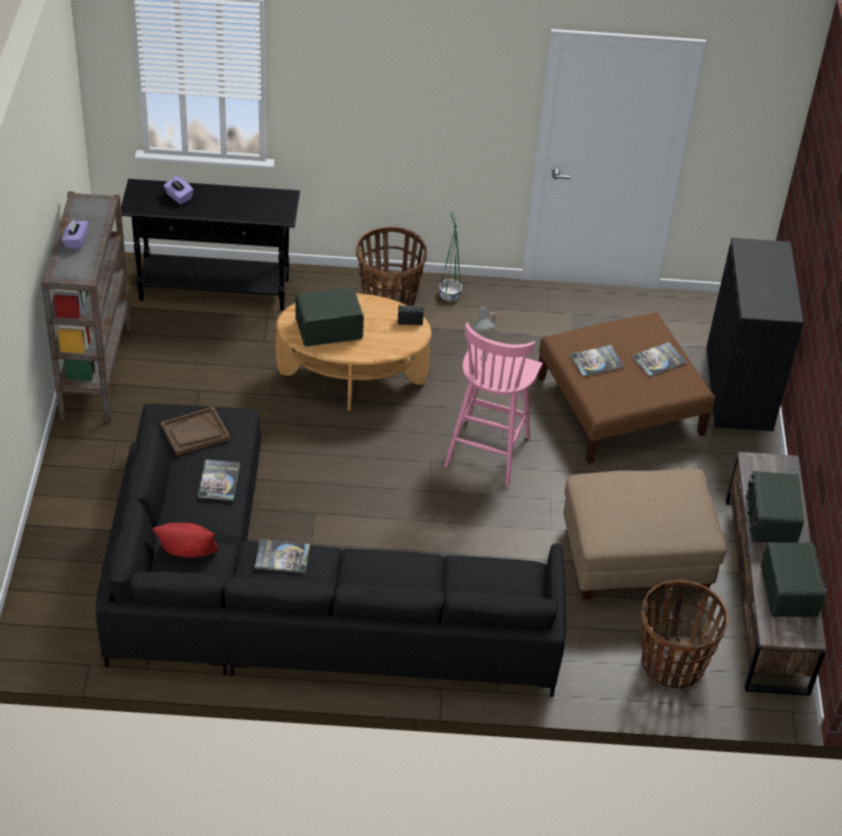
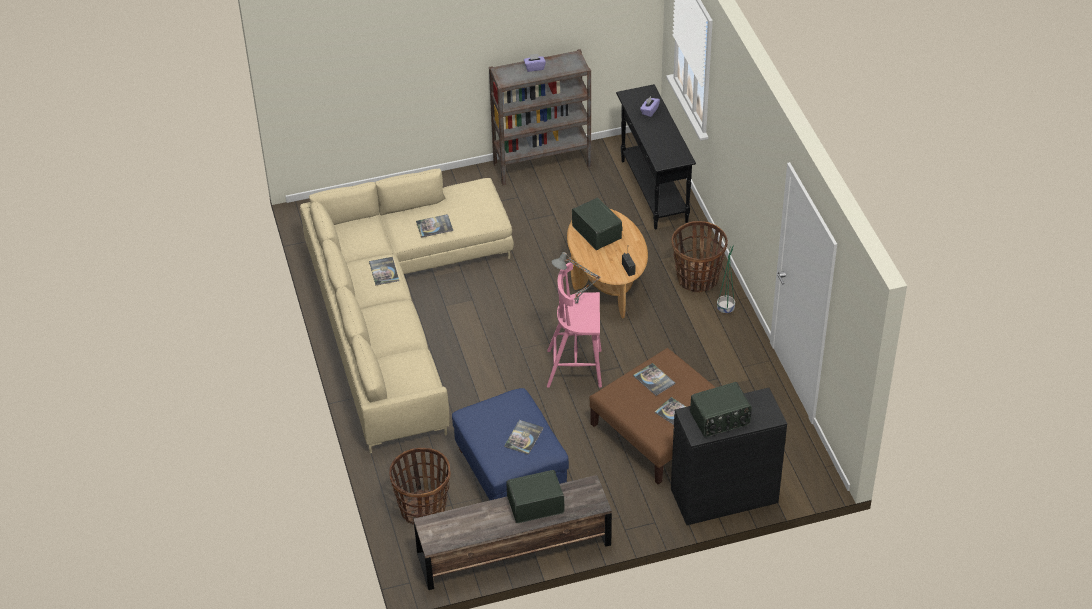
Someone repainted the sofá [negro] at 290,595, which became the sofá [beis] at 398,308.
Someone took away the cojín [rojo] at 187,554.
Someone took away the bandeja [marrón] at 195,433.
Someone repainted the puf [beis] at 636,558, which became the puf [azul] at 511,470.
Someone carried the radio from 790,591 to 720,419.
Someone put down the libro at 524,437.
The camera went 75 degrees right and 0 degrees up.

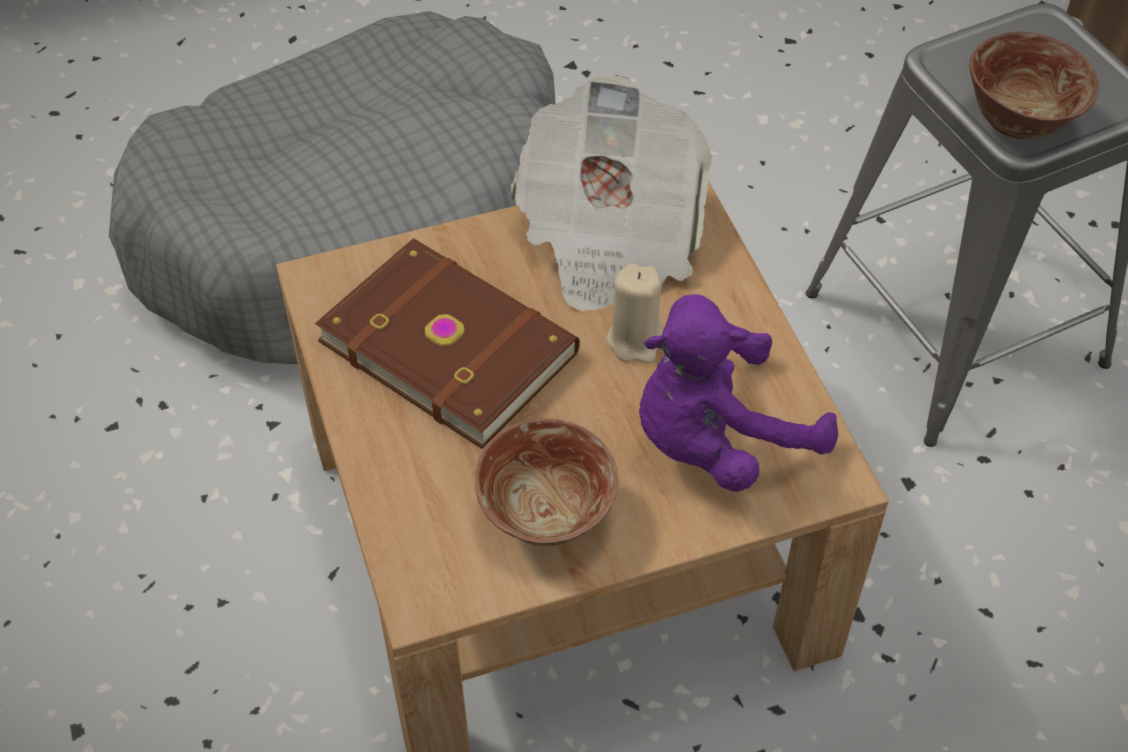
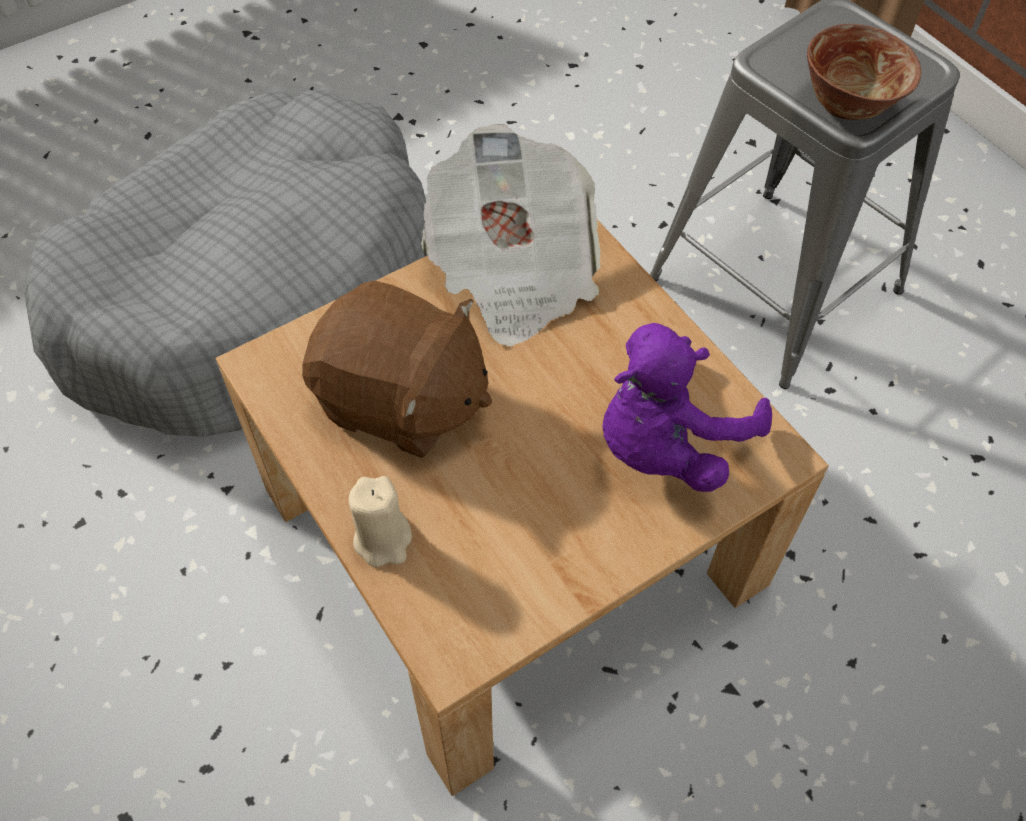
Someone swapped the libro [marrón] at 450,343 for the peluche [marrón] at 401,401.
Someone took away the cuenco at 547,516.
Someone carried the vela [beis] from 635,340 to 383,540.
The camera went 15 degrees left and 5 degrees up.

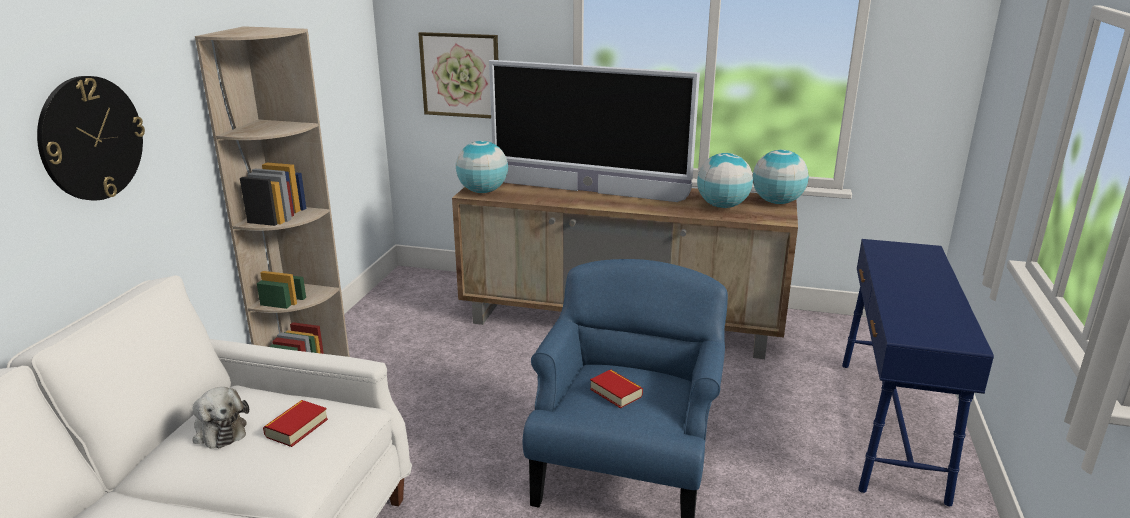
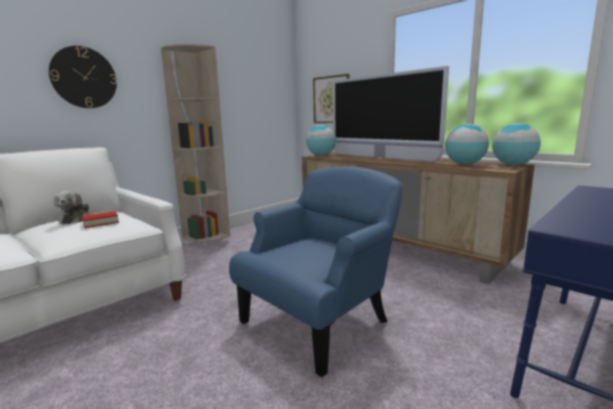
Someone took away the libro at 616,393.
The camera went 30 degrees right and 10 degrees down.

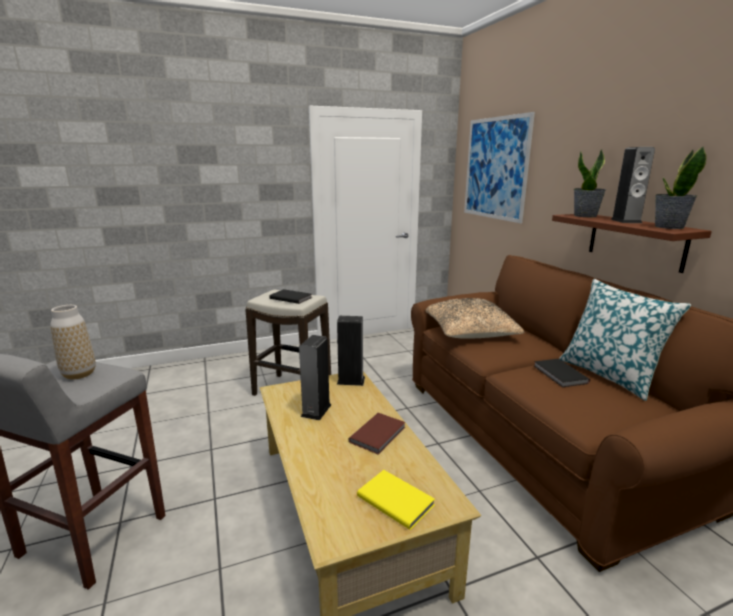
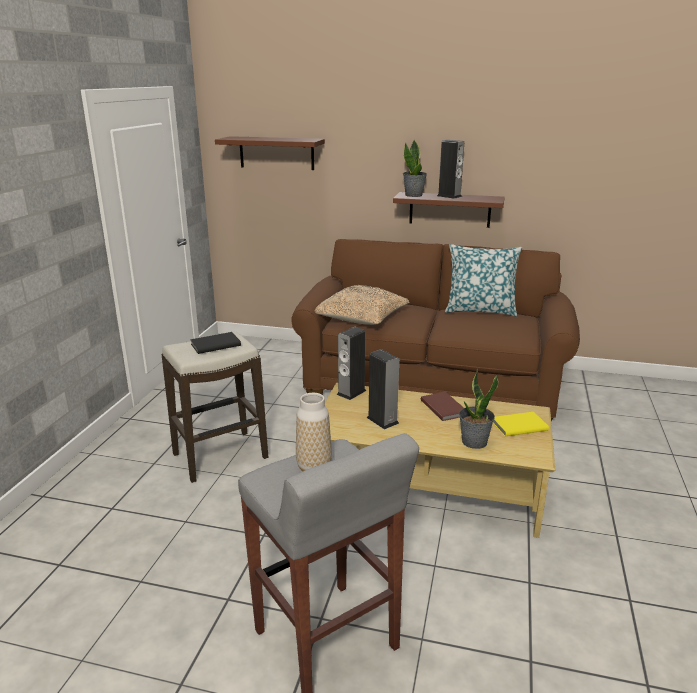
Someone swapped the cuadro at 495,168 for the estante [marrón] at 276,153.
Someone took away the libro [negro] at 559,375.
Someone carried the planta en maceta from 668,227 to 474,442.
The camera went 55 degrees left and 5 degrees up.

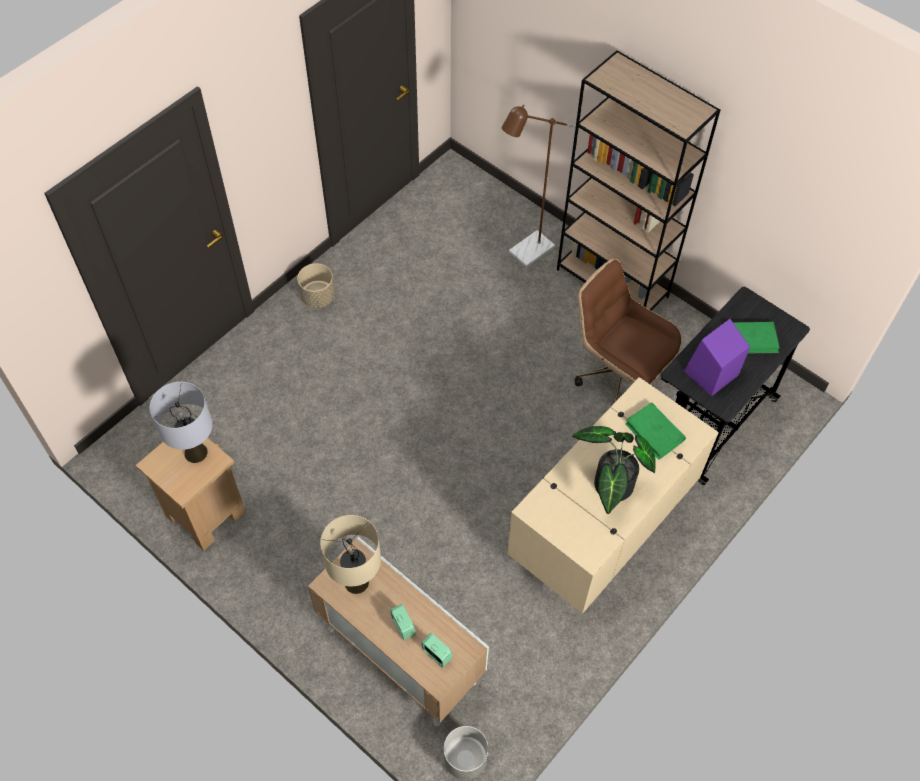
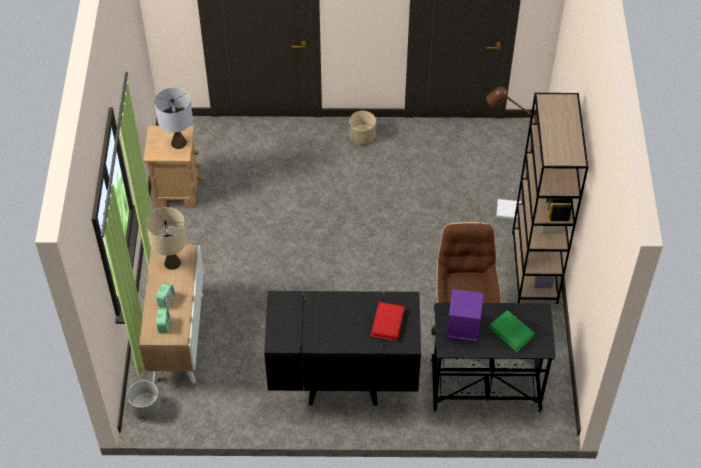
Someone repainted the cómoda [beis] at 599,538, which became the cómoda [negro] at 342,381.
Someone took away the planta en maceta at 610,488.
Someone repainted the libro [verde] at 655,432, which became the libro [rojo] at 387,323.
The camera went 50 degrees right and 5 degrees down.

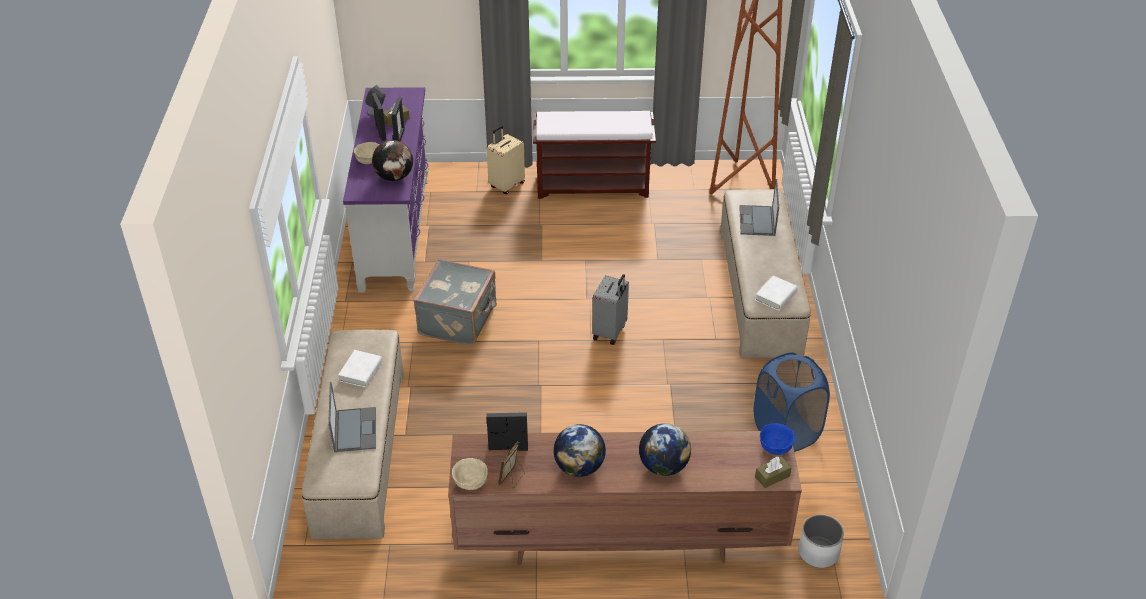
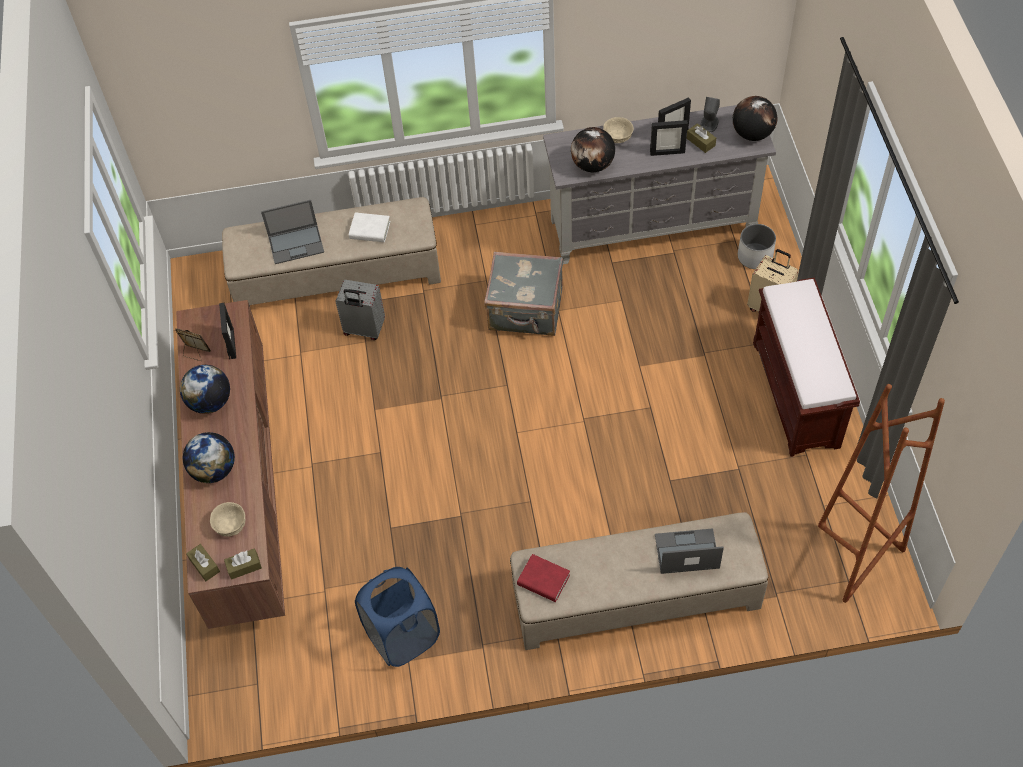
Someone repainted the cómoda [morado] at 396,233, which became the cómoda [gris] at 653,228.
Someone carried the cuenco [beis] from 470,482 to 231,525.
Someone carried the maleta [gris] from 610,332 to 364,330.
Someone repainted the libro [blanco] at 776,296, which became the libro [rojo] at 543,580.
Someone swapped the cuenco [azul] at 776,447 for the caja de pañuelos [marrón] at 244,567.
Someone carried the maceta [blanco] from 818,552 to 755,256.
Someone put down the globo terráqueo at 752,134.
The camera went 85 degrees right and 15 degrees up.

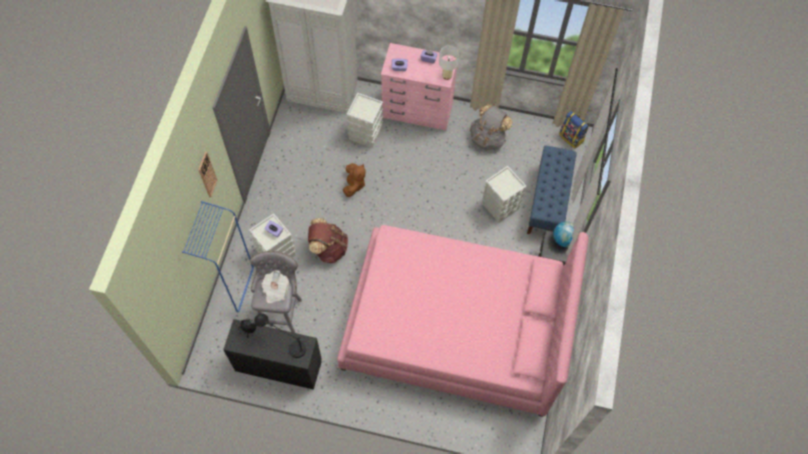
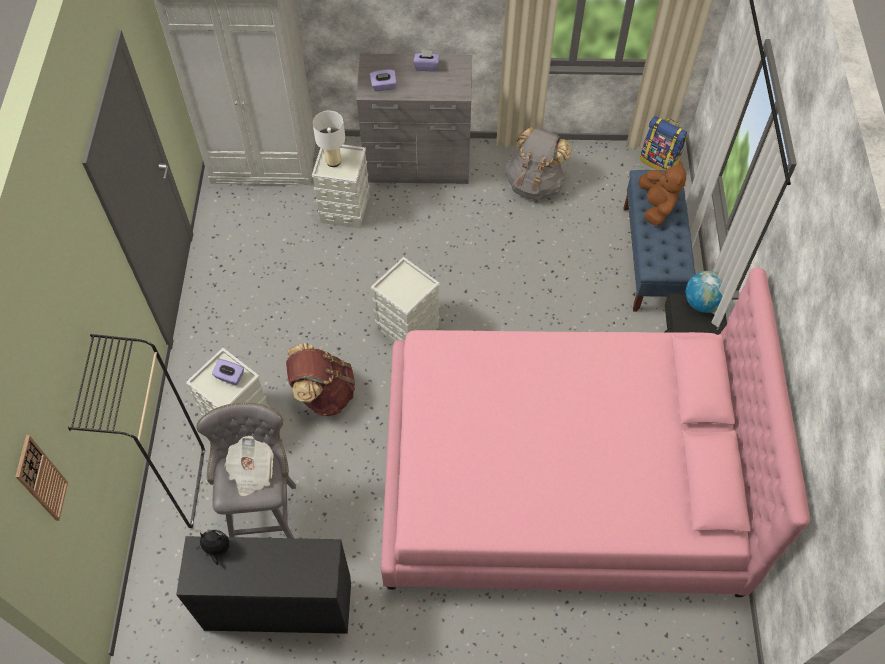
Someone repainted the perchero [azul] at 232,286, which became the perchero [negro] at 174,487.
Someone carried the reloj de pared from 207,174 to 41,479.
Someone took away the lámpara de mesa [negro] at 284,342.
Someone carried the peluche [marrón] from 354,184 to 656,206.
Someone repainted the cómoda [rosa] at 417,111, which became the cómoda [gris] at 418,164.
Someone carried the lámpara de mesa [blanco] from 447,76 to 333,162.
Someone carried the caja de almacenaje [gris] from 500,206 to 408,328.
The camera went 10 degrees left and 5 degrees down.

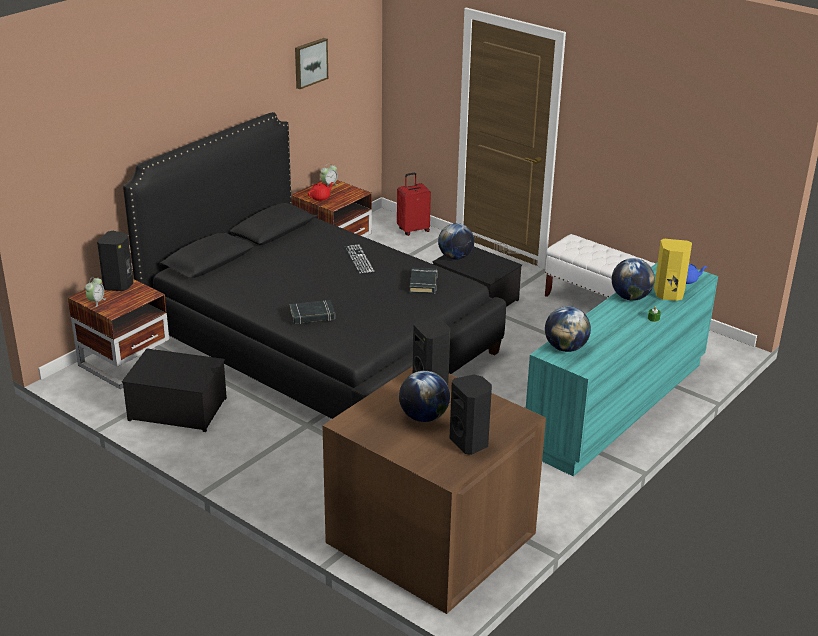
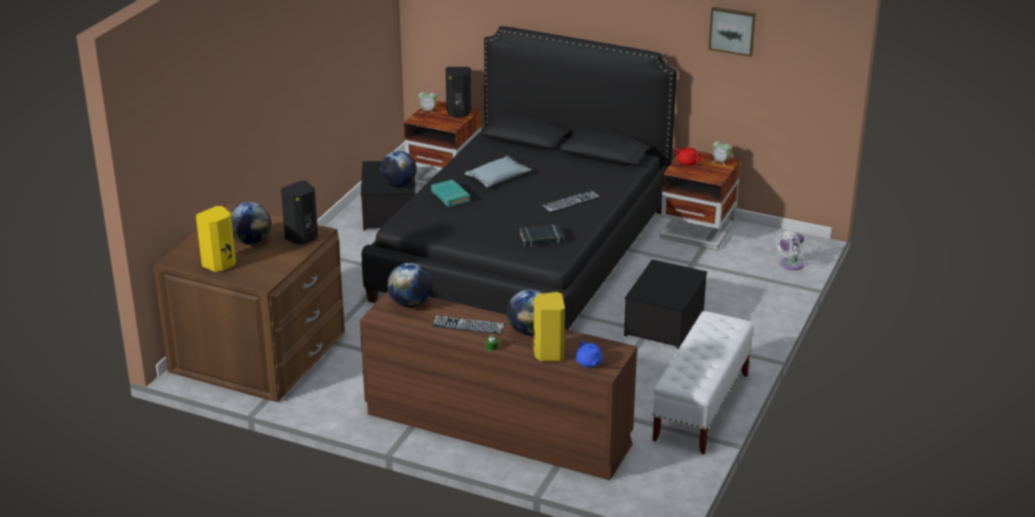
Someone repainted the libro [negro] at 312,315, which became the libro [turquesa] at 450,196.
Someone swapped the maleta [rojo] at 413,230 for the ventilador [blanco] at 790,265.
Someone carried the globo terráqueo from 455,257 to 399,185.
Someone repainted the altavoz [negro] at 470,443, which became the altavoz [amarillo] at 220,265.
Someone repainted the cómoda [turquesa] at 618,407, which became the cómoda [marrón] at 497,430.
Someone put down the teclado at 468,325.
Someone put down the cojín [azul] at 497,176.
The camera went 75 degrees right and 0 degrees up.

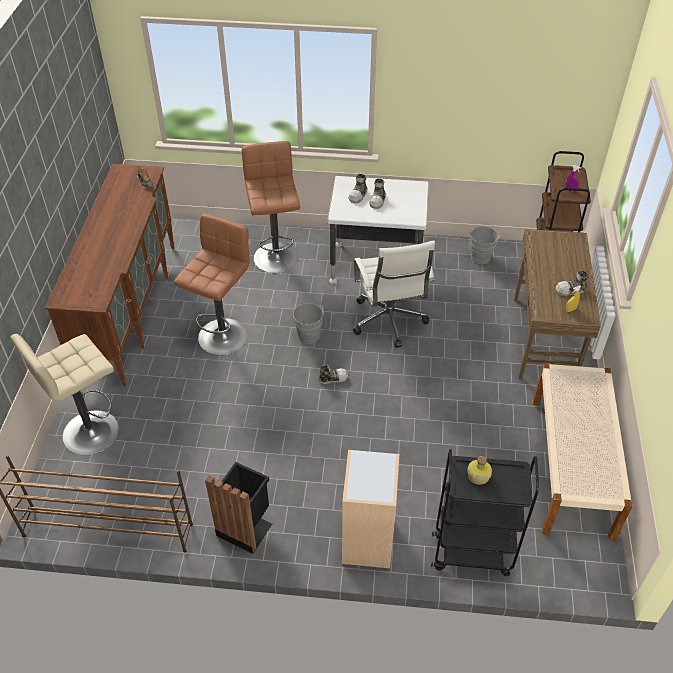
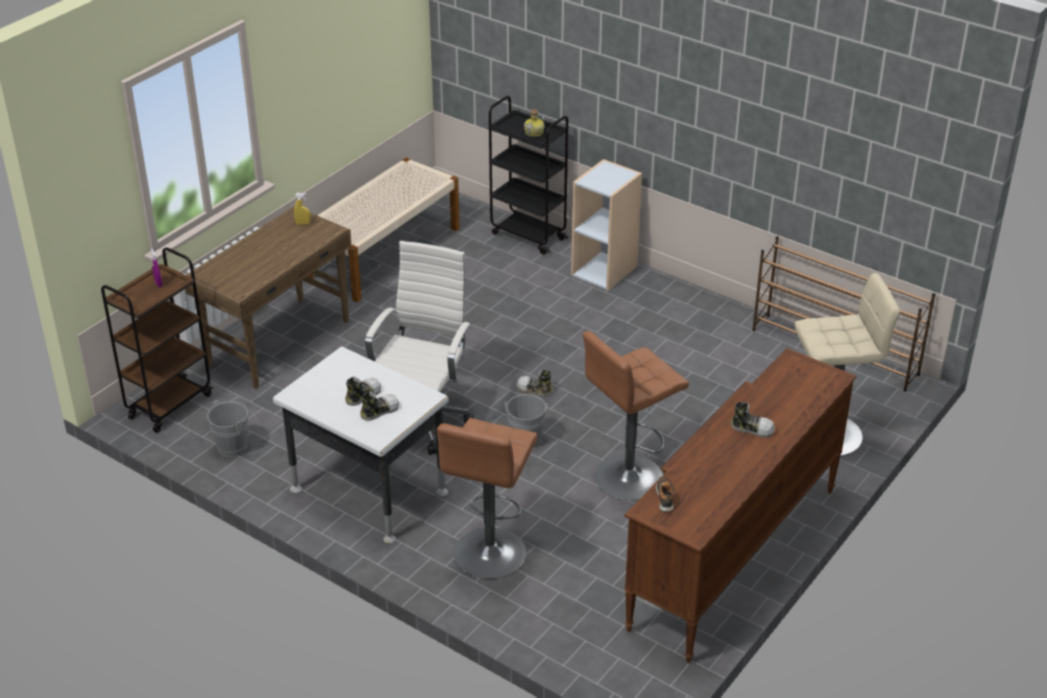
Someone took away the papelera [negro] at 245,527.
Someone carried the zapato from 571,290 to 752,428.
The camera went 150 degrees left and 10 degrees down.

